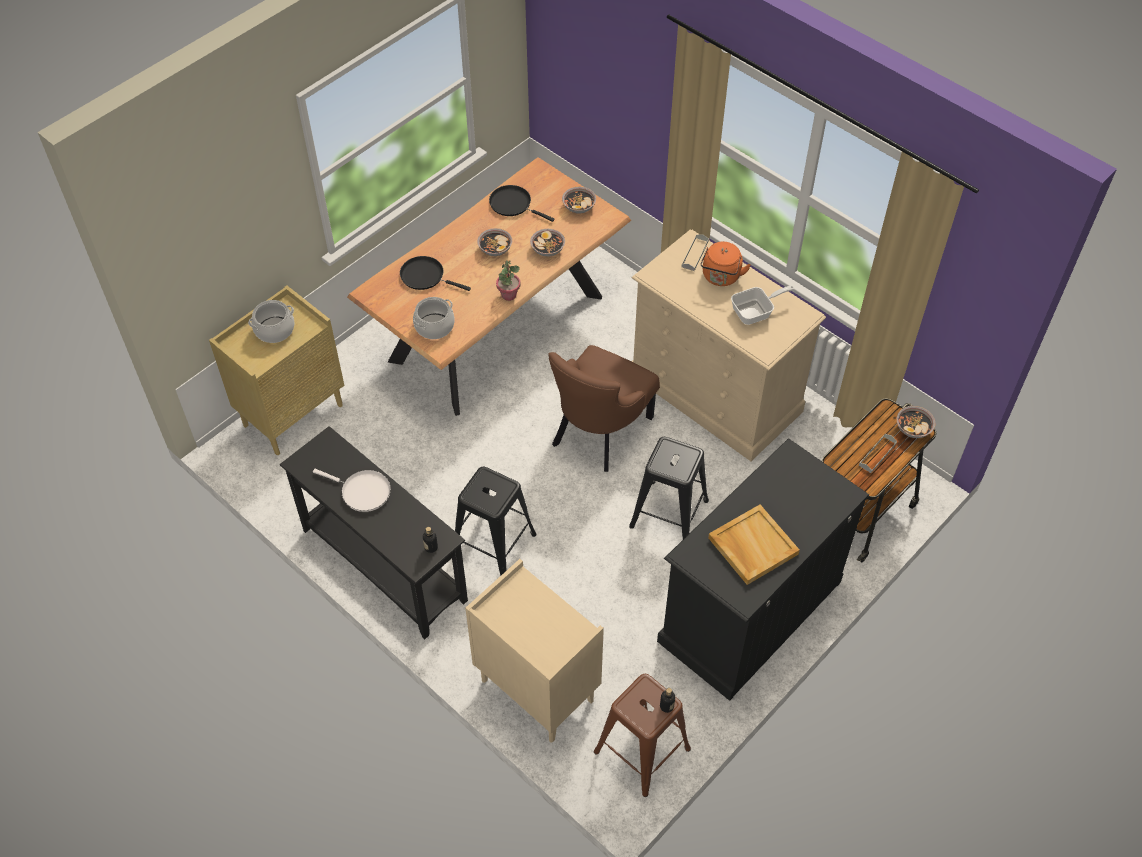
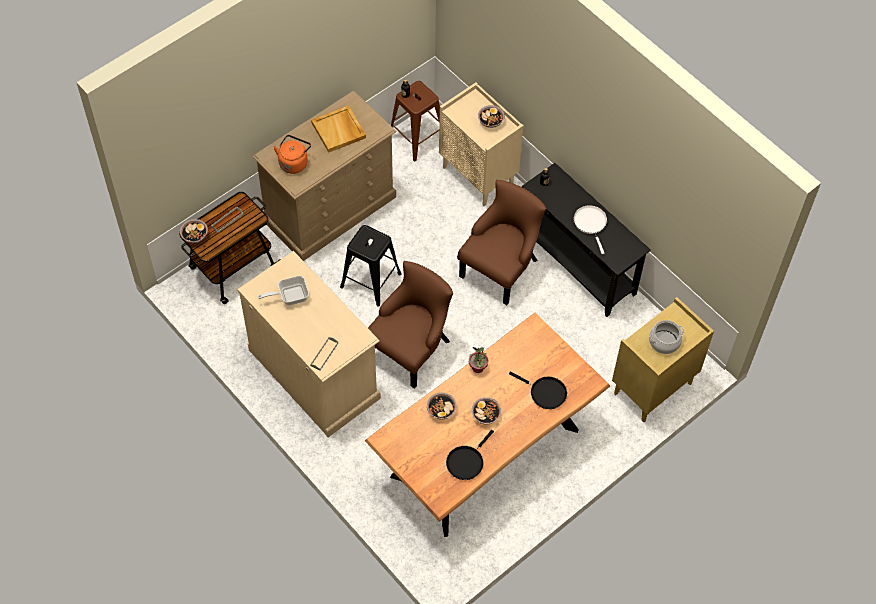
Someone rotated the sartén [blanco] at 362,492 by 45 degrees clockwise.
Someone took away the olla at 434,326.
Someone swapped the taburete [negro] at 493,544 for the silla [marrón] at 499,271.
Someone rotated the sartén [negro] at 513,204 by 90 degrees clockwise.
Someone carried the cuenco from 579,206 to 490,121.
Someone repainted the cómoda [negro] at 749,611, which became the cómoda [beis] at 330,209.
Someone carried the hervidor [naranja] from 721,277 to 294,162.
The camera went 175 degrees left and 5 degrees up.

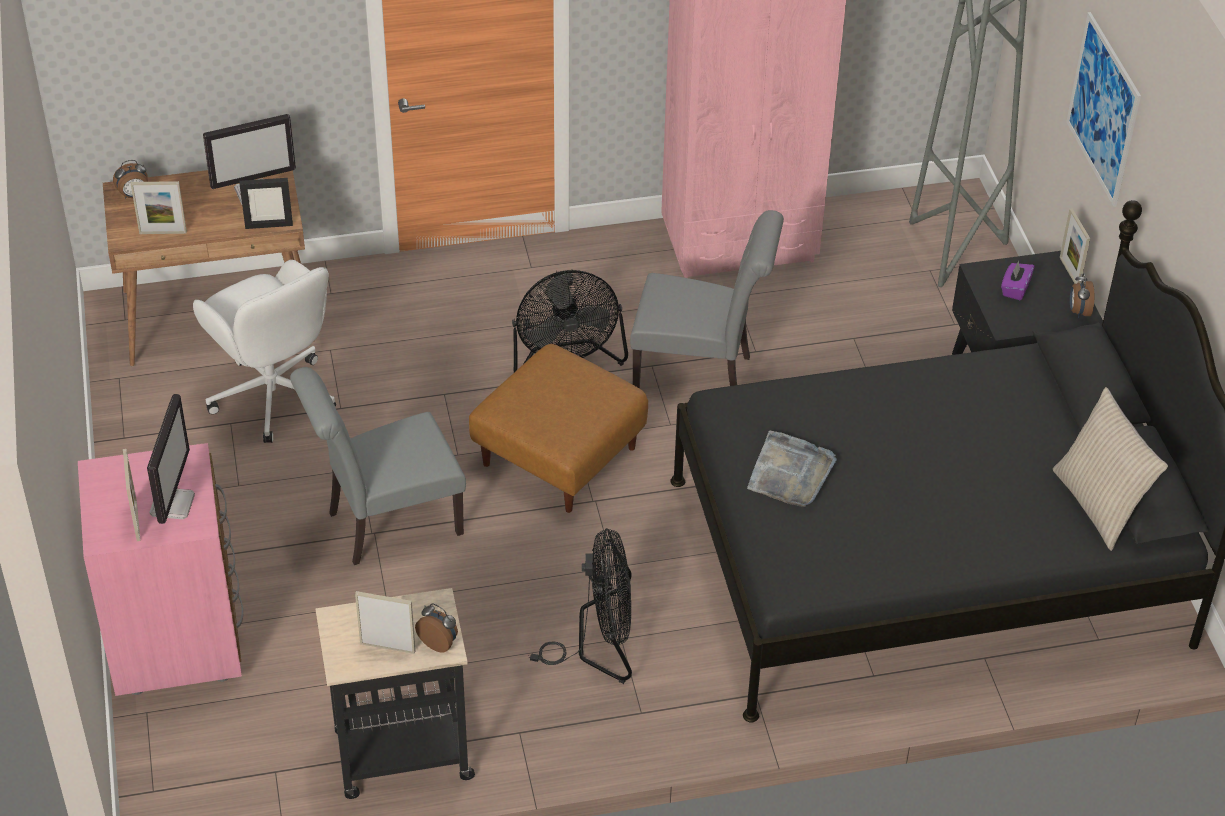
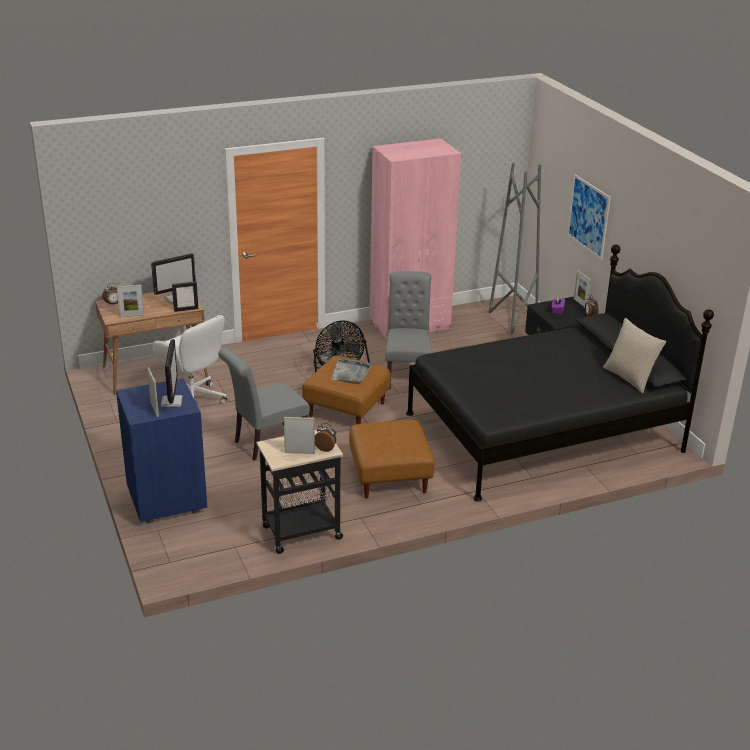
Someone repainted the cómoda [rosa] at 177,646, which became the cómoda [azul] at 167,501.
Someone swapped the ventilador [negro] at 598,638 for the puf [marrón] at 389,477.
Someone rotated the silla [gris] at 700,374 by 90 degrees counterclockwise.
Someone carried the bandeja [gris] from 790,473 to 351,373.
The camera went 10 degrees left and 15 degrees down.

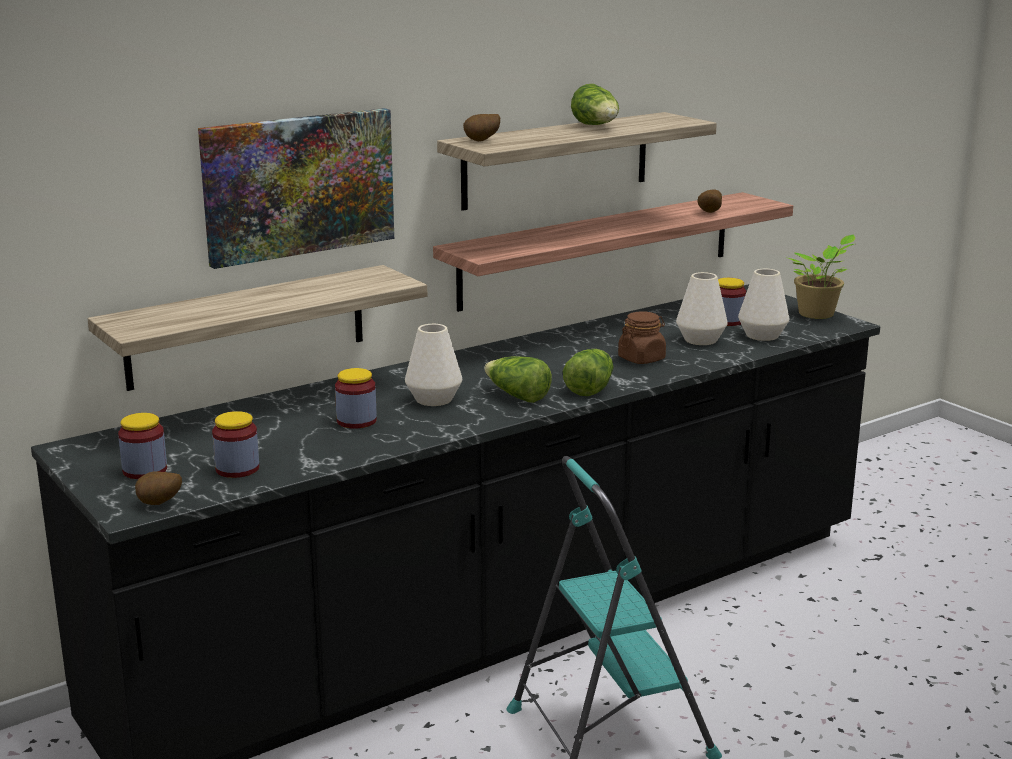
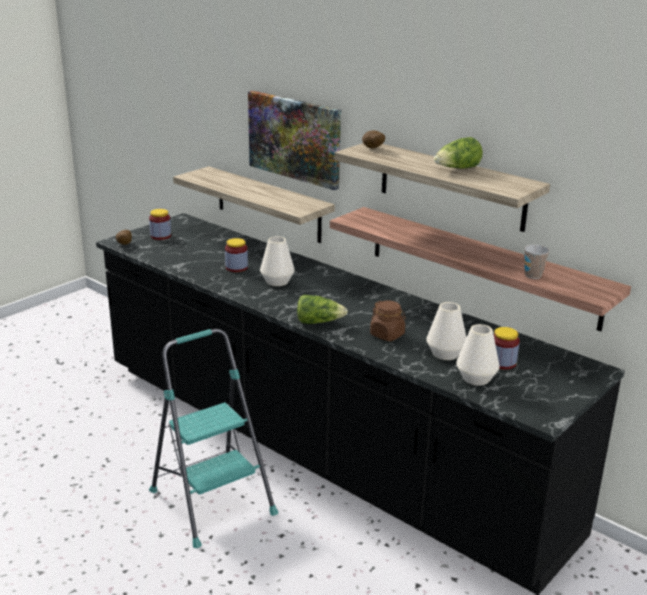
Someone took away the tarro at 237,469.
Someone took away the lechuga at 517,396.
Someone swapped the patata at 708,213 for the taza at 533,275.
Someone took away the planta en maceta at 818,315.
The camera went 75 degrees right and 5 degrees up.

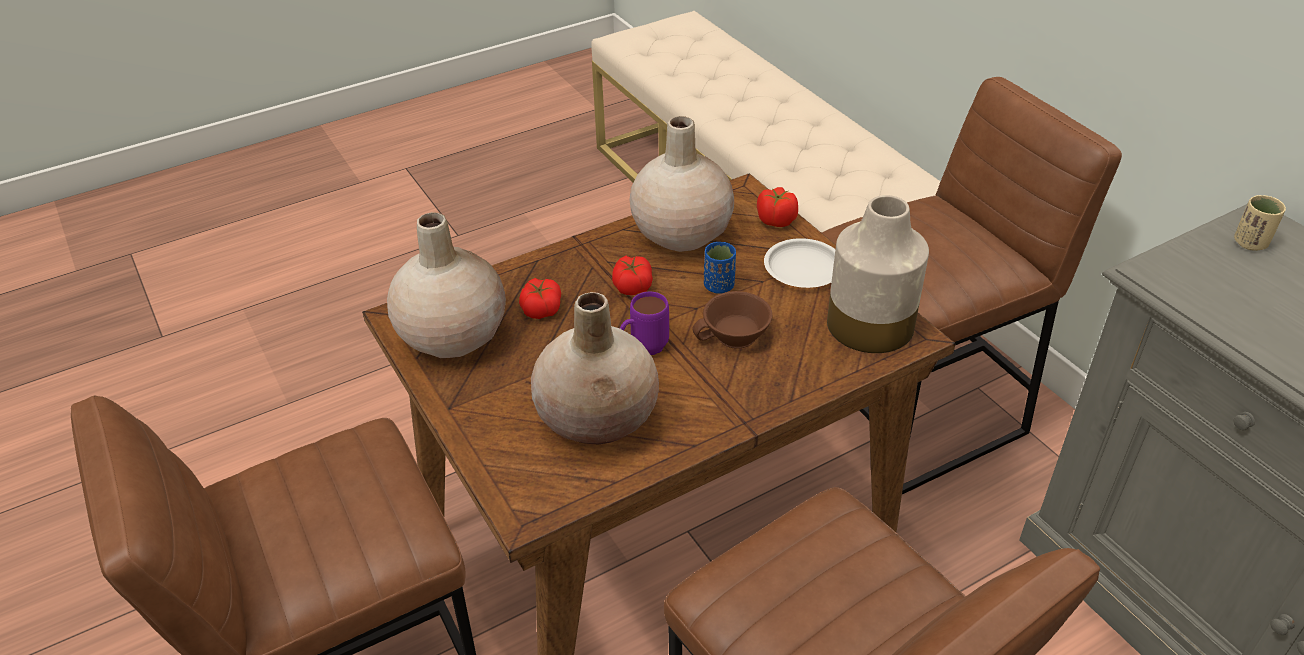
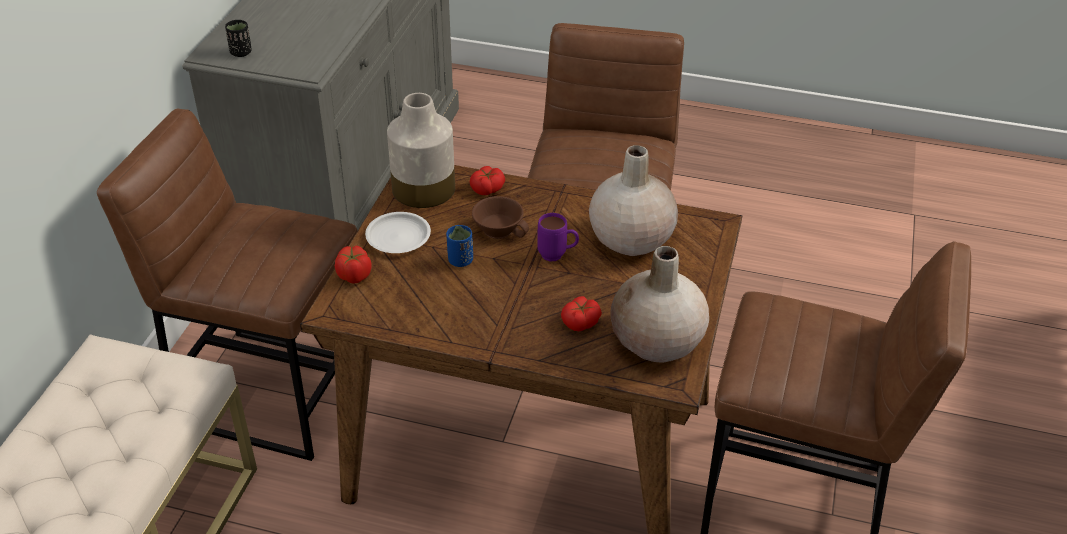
Someone carried the tomate from 632,285 to 487,188.
Someone took away the florero [beis] at 680,233.
Someone repainted the taza [beis] at 1250,243, which became the taza [negro] at 241,52.
The camera went 135 degrees left and 0 degrees up.

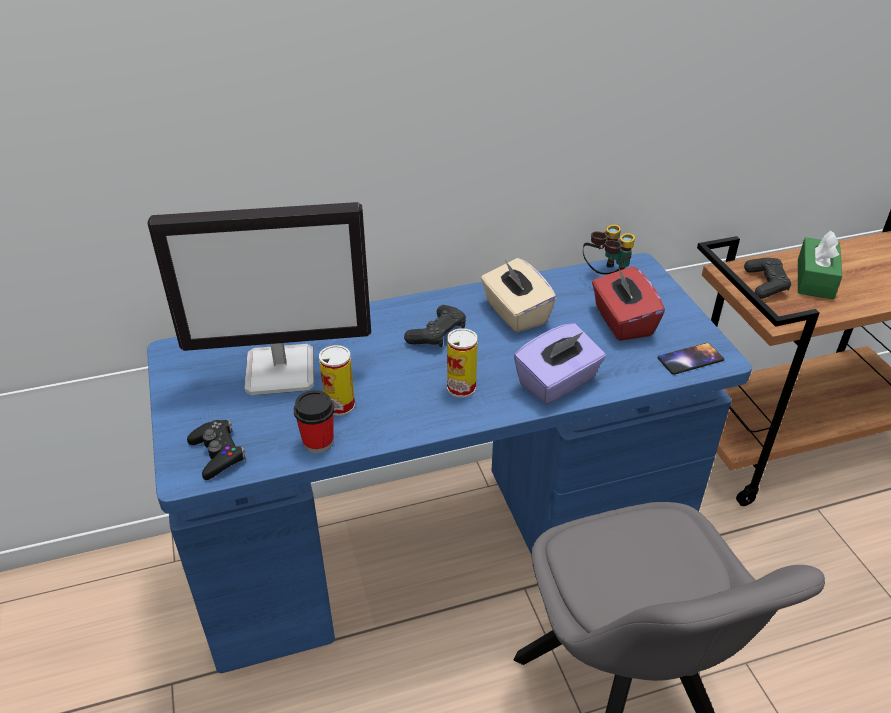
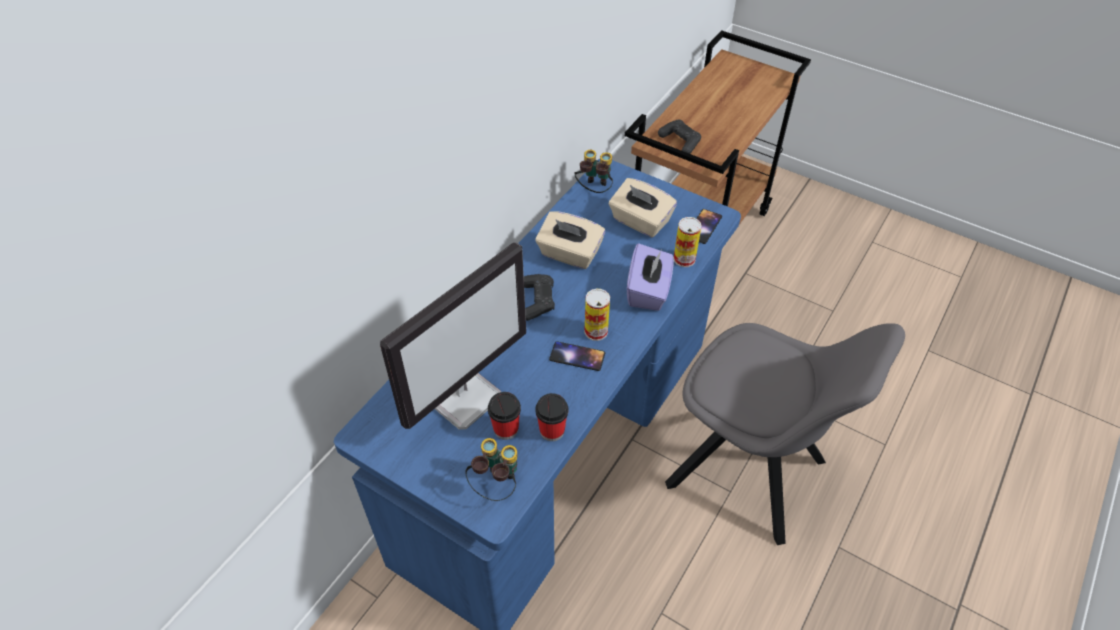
Someone swapped the mando de consola [negro] at 217,453 for the prismáticos at 495,485.
Someone carried the lata from 340,405 to 684,259.
Someone repainted the caja de pañuelos [rojo] at 622,322, which became the caja de pañuelos [beis] at 640,221.
Someone took away the caja de pañuelos [verde] at 815,279.
Someone put down the taza at 506,429.
Someone put down the móvil at 577,356.
The camera went 40 degrees left and 10 degrees up.

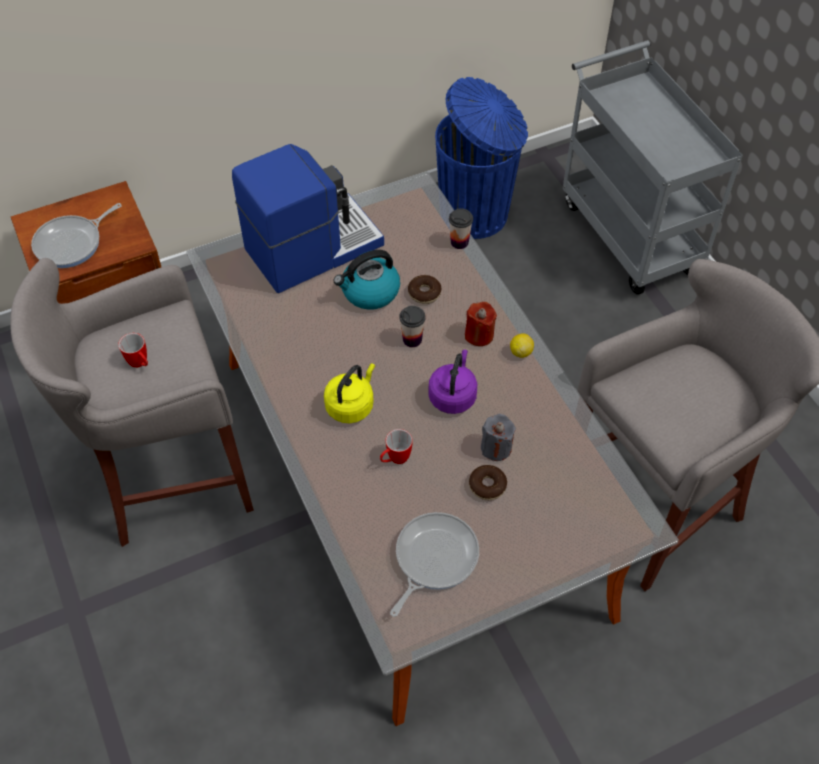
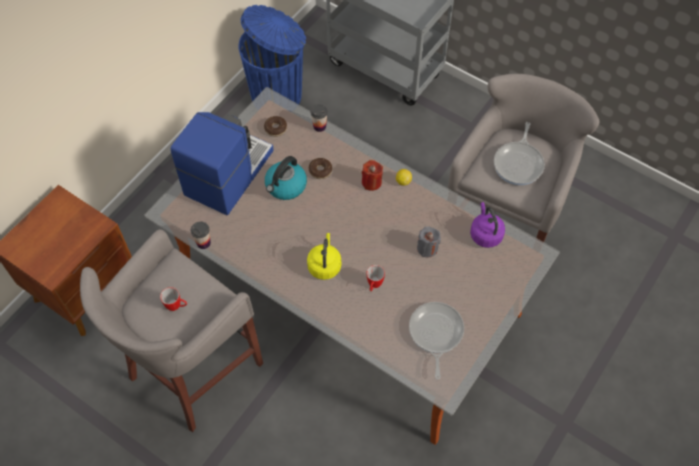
Someone carried the sartén from 72,243 to 519,163.
Someone carried the taza from 412,339 to 203,243.
Someone carried the hervidor [morado] from 453,395 to 485,234.
Someone carried the rosquilla from 487,485 to 275,128.
The camera went 30 degrees left and 5 degrees up.

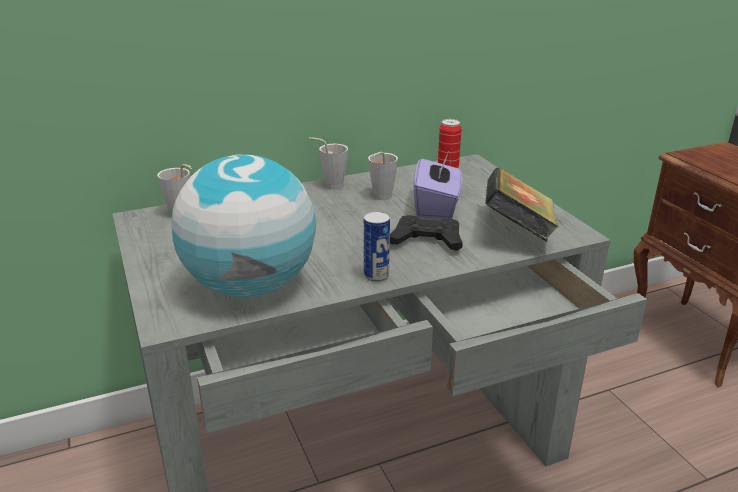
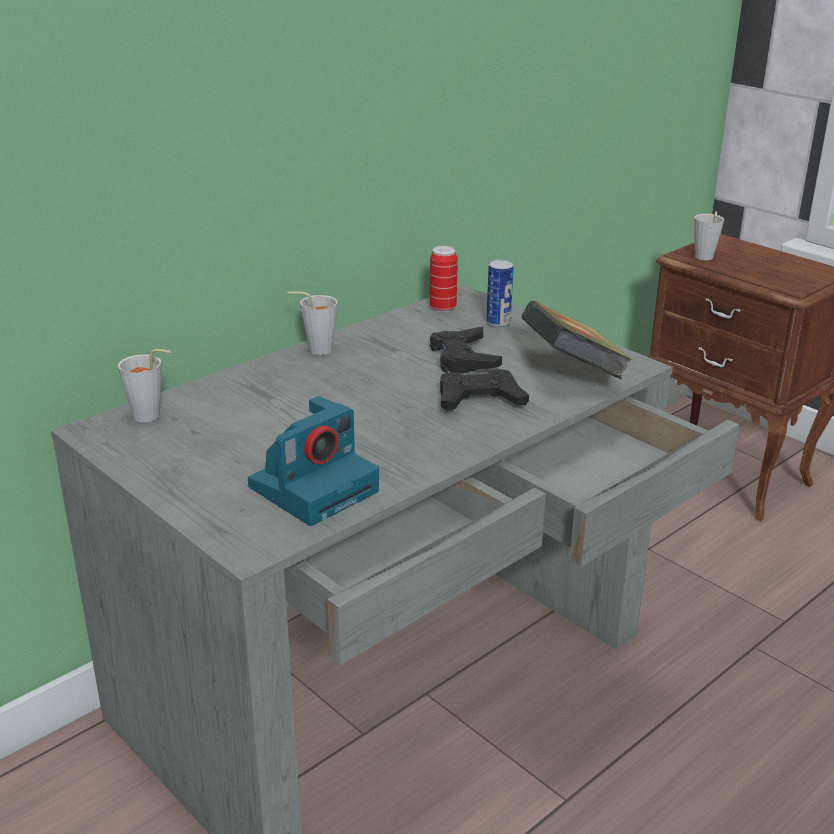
Someone swapped the globo terráqueo at 250,286 for the cámara at 315,487.
Someone carried the lata from 376,276 to 498,323.
Someone carried the taza [gris] from 380,198 to 703,258.
Someone swapped the caja de pañuelos [morado] at 437,207 for the mando de consola [negro] at 463,358.
The camera went 20 degrees left and 0 degrees up.

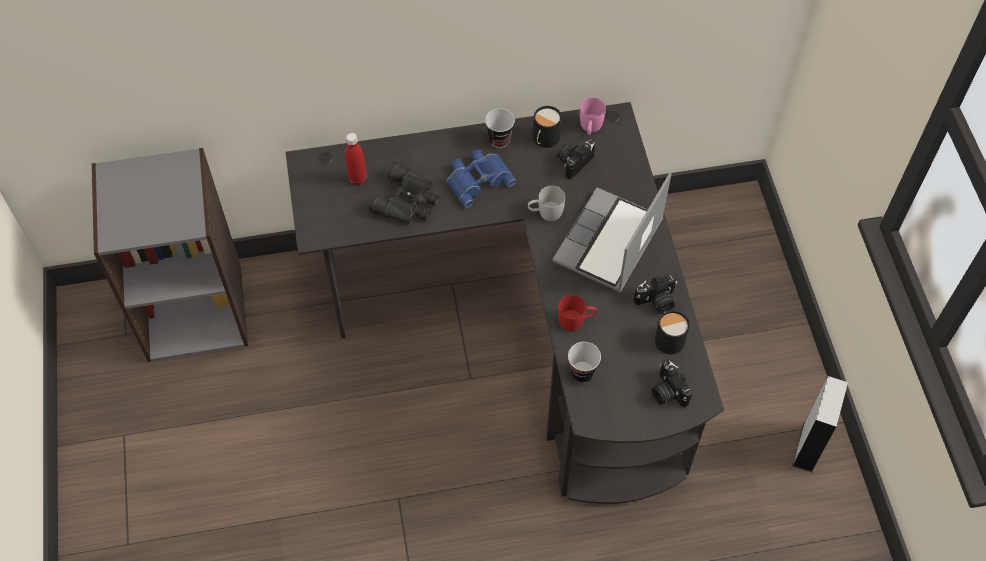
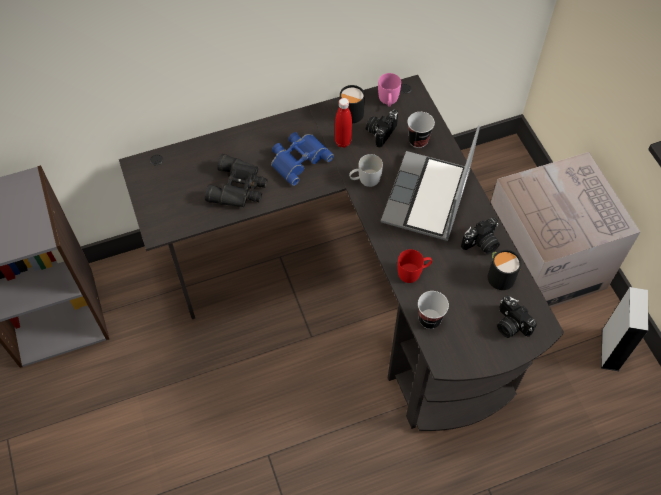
Someone carried the botella [rojo] from 357,179 to 343,142.
Someone carried the taza from 499,140 to 418,141.
Someone put down the caja de cartón at 542,263.
The camera went 10 degrees left and 0 degrees up.

